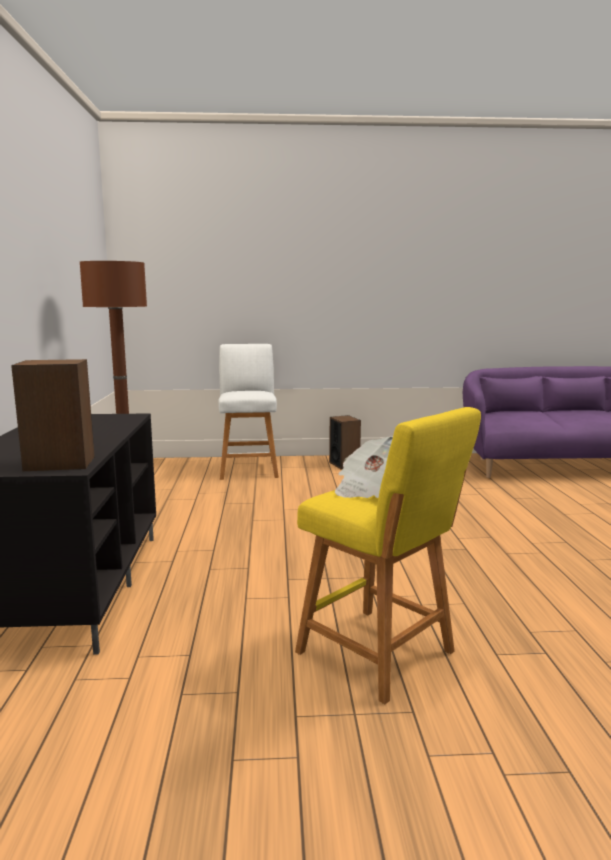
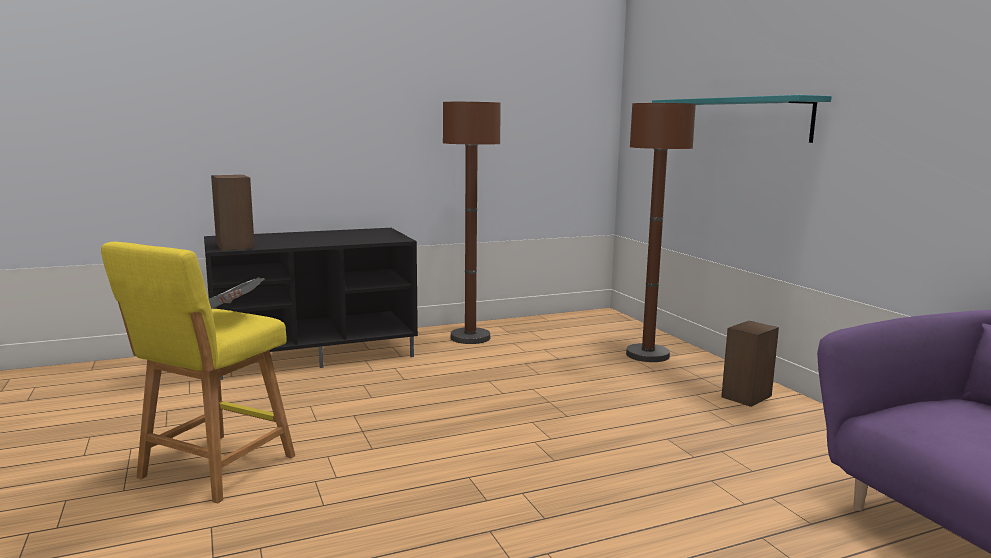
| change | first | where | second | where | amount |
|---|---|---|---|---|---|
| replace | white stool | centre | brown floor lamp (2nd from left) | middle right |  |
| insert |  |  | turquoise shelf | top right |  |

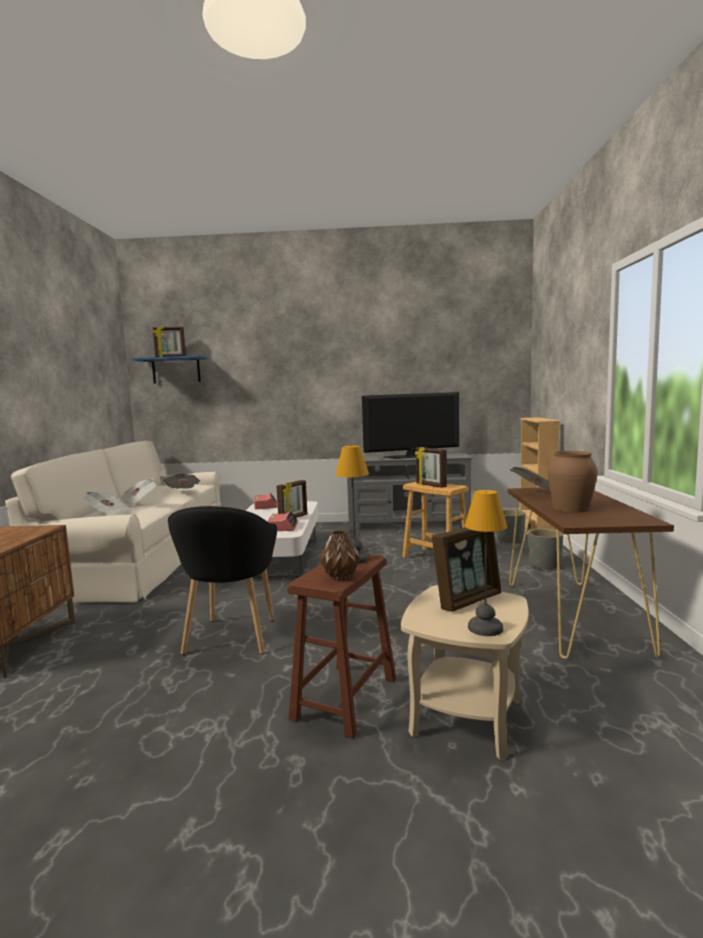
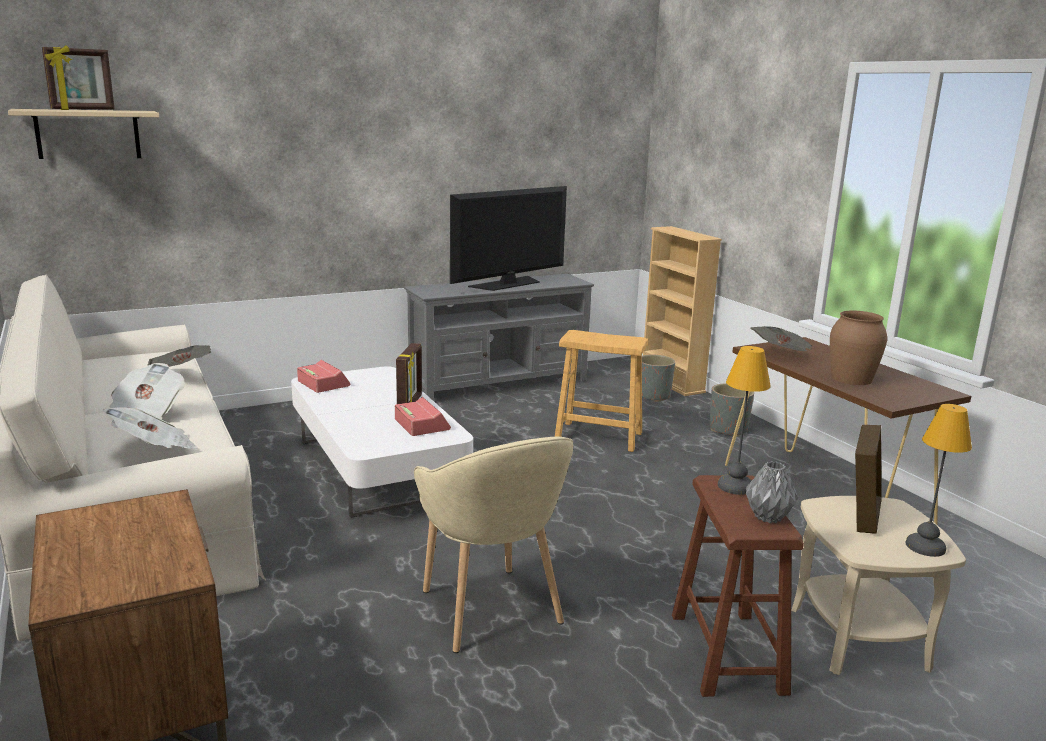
| change | first | where | second | where | amount |
|---|---|---|---|---|---|
| recolor | blue shelf | middle left | beige shelf | top left |  |
| recolor | black armchair | middle left | beige armchair | bottom centre |  |
| recolor | brown vase (1st from left) | centre | grey vase | middle right |  |
| delete | picture frame (3rd from left) | centre |  |  |  |

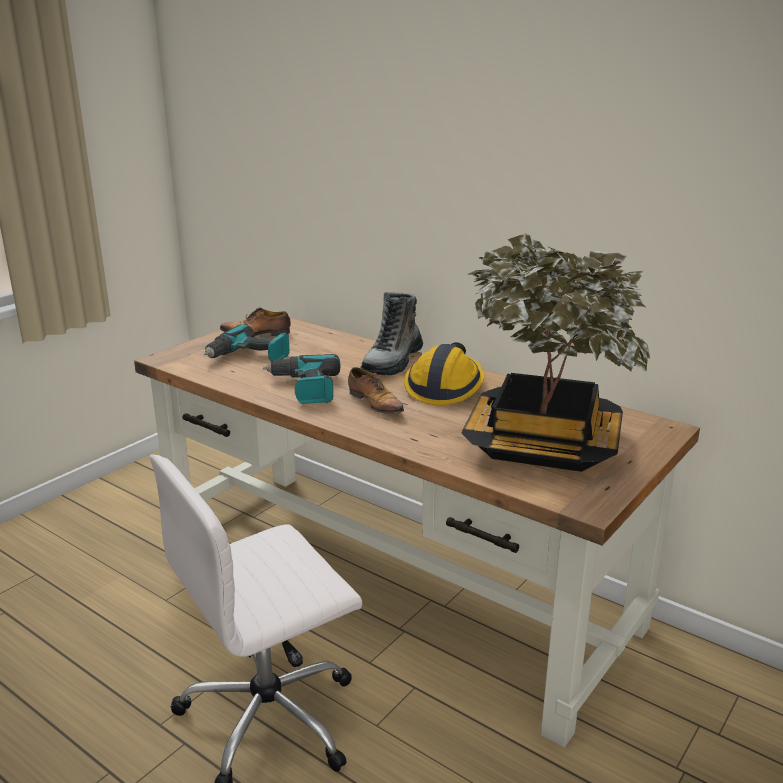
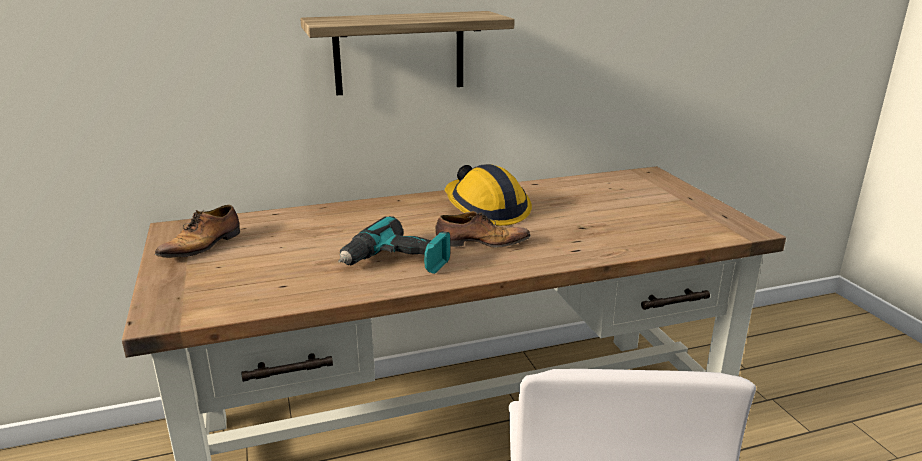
| change | first | where | second | where | amount |
|---|---|---|---|---|---|
| insert |  |  | shelf | top centre |  |
| delete | power drill (1st from left) | middle left |  |  |  |
| delete | boot | centre |  |  |  |
| delete | potted plant | middle right |  |  |  |

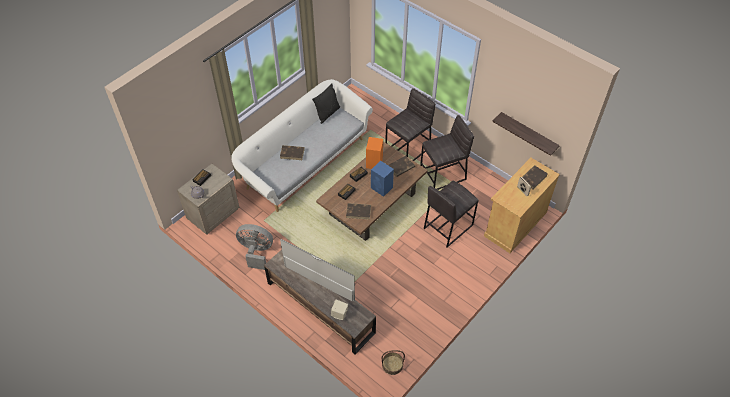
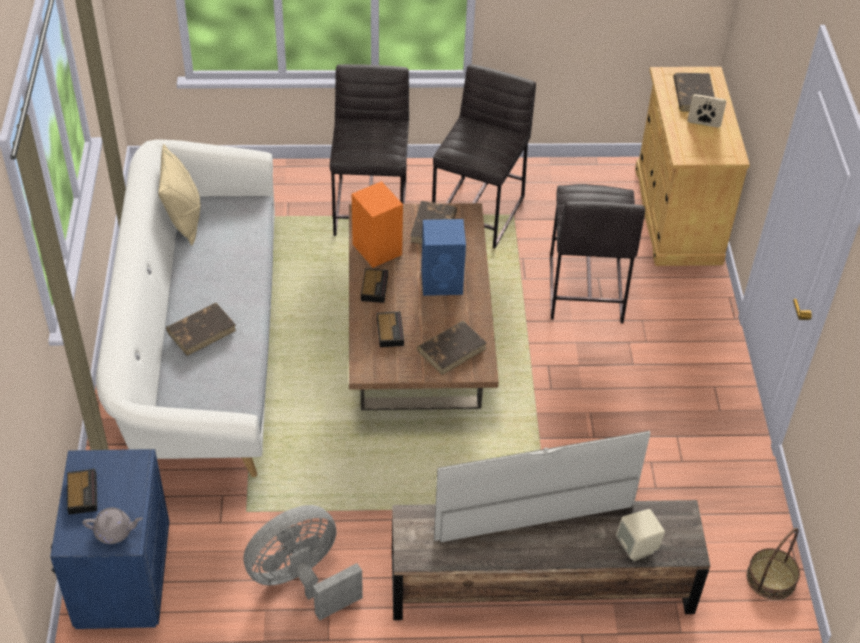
| change | first | where | second | where | amount |
|---|---|---|---|---|---|
| recolor | beige nightstand | middle left | blue nightstand | bottom left |  |
| recolor | black pillow | top centre | beige pillow | top left |  |
| delete | shelf | middle right |  |  |  |

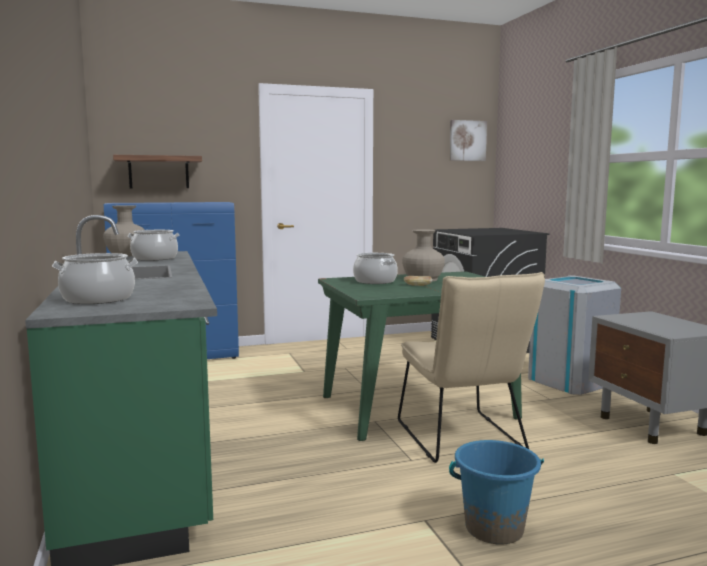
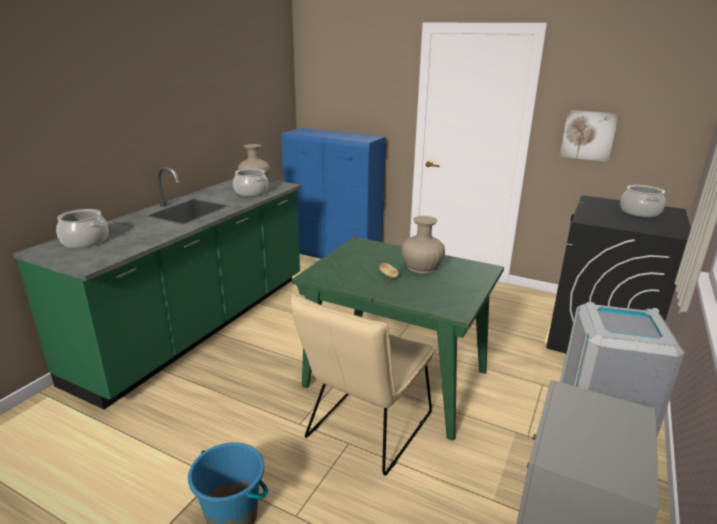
| change | first | where | second | where | amount |
|---|---|---|---|---|---|
| move | picture | top centre |  | top right |  |
| move | cooking pot (3rd from left) | centre |  | middle right |  |
| delete | shelf | top left |  |  |  |

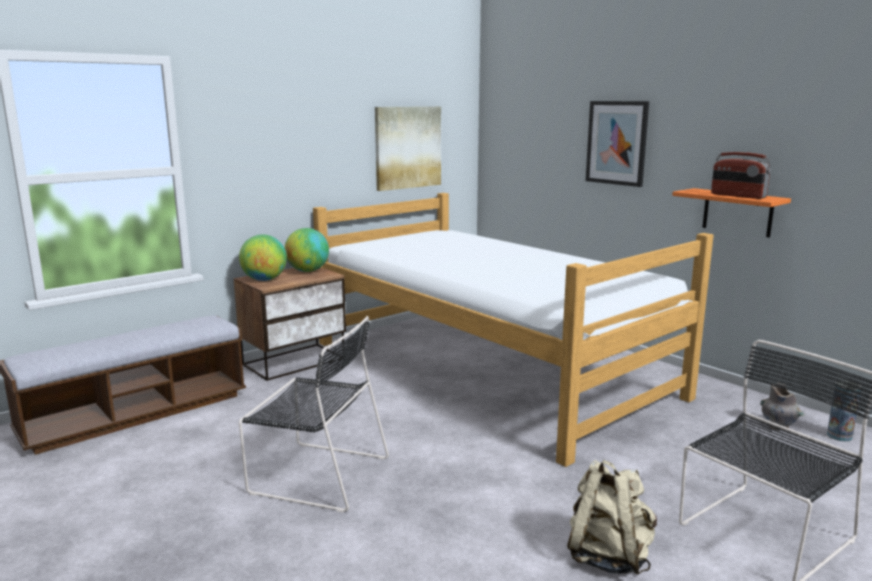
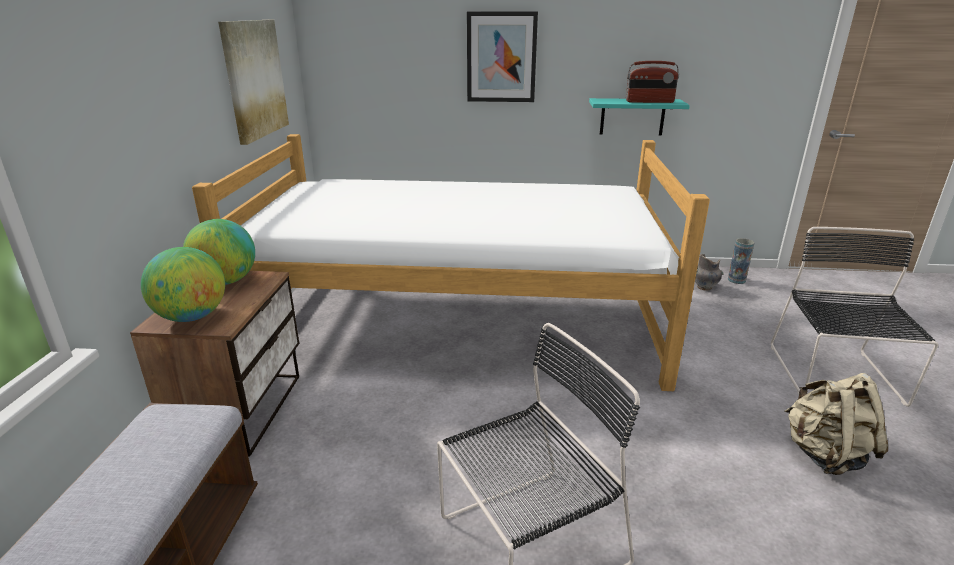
| change | first | where | second | where | amount |
|---|---|---|---|---|---|
| recolor | orange shelf | middle right | turquoise shelf | top right |  |

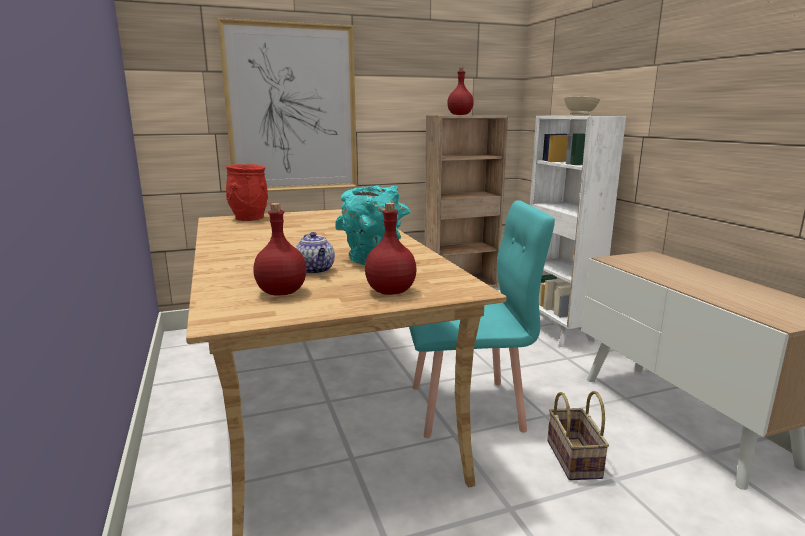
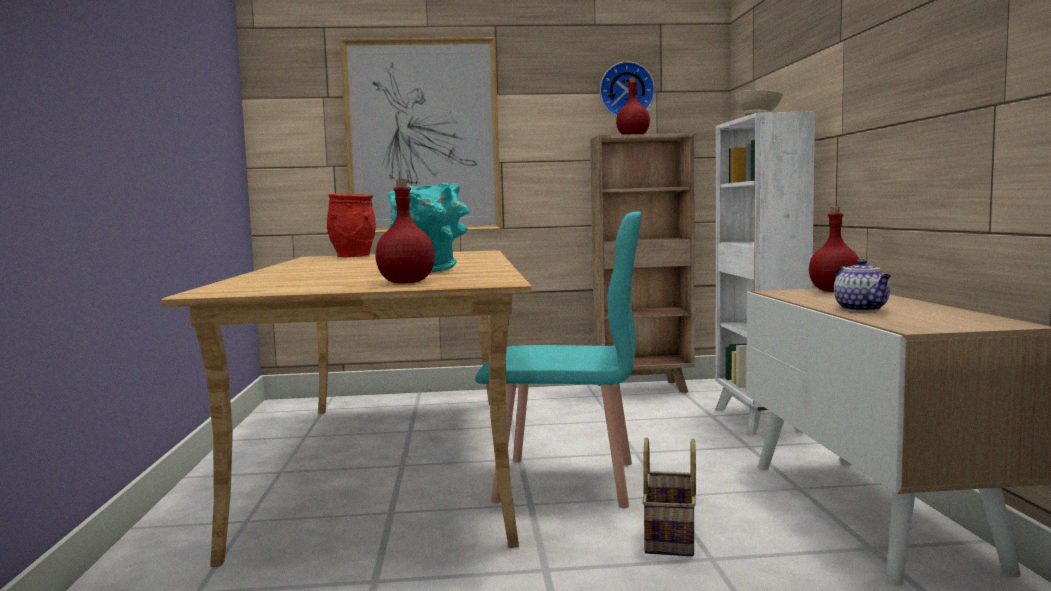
| change | first | where | second | where | amount |
|---|---|---|---|---|---|
| insert |  |  | wall clock | top centre |  |
| move | red bottle (1st from left in the first image) | centre | red bottle (3rd from left) | middle right |  |
| move | teapot | centre |  | middle right |  |

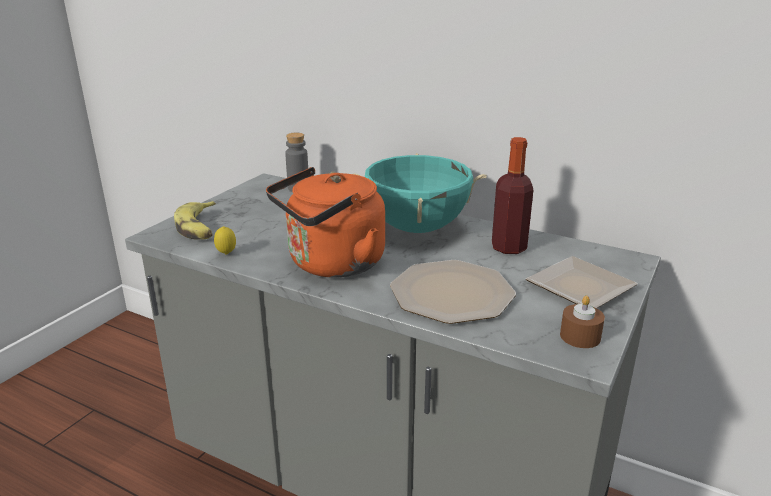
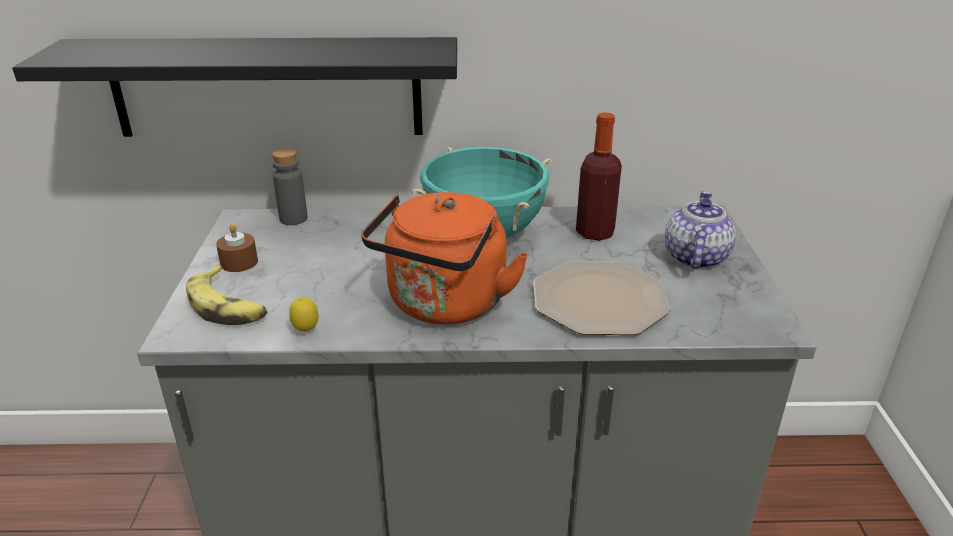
| change | first | where | second | where | amount |
|---|---|---|---|---|---|
| insert |  |  | black shelf | top left |  |
| move | brown candle | middle right |  | middle left |  |
| replace | plate (2nd from left) | middle right | teapot | middle right |  |

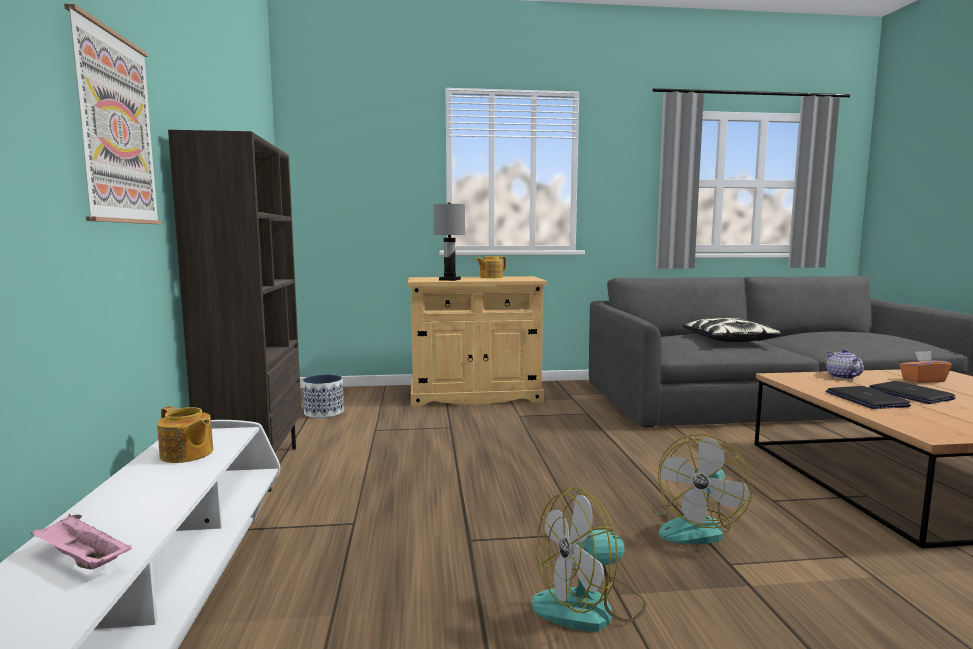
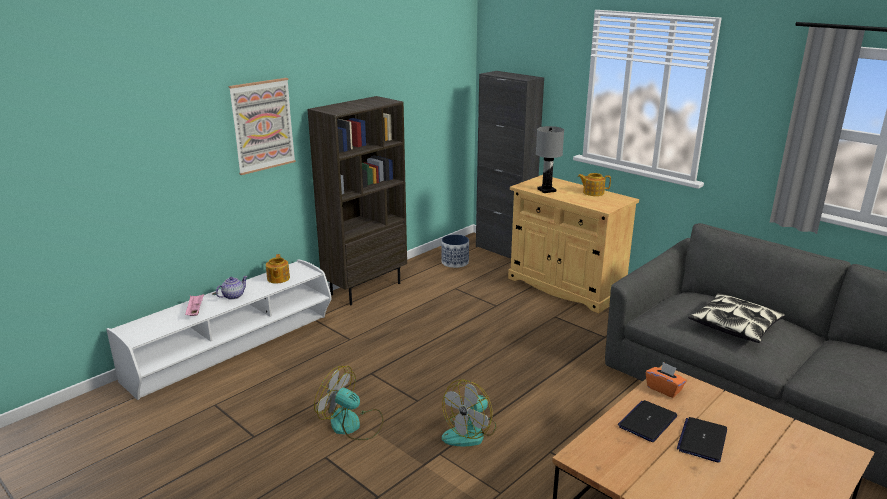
| change | first | where | second | where | amount |
|---|---|---|---|---|---|
| move | teapot (3rd from left in the first image) | middle right | teapot (1st from left) | middle left |  |
| rotate | fan (2nd from left) | bottom right |  | bottom centre | 45 degrees counterclockwise |
| insert |  |  | black cabinet | top centre |  |
| move | orange tissue box | middle right |  | bottom right |  |

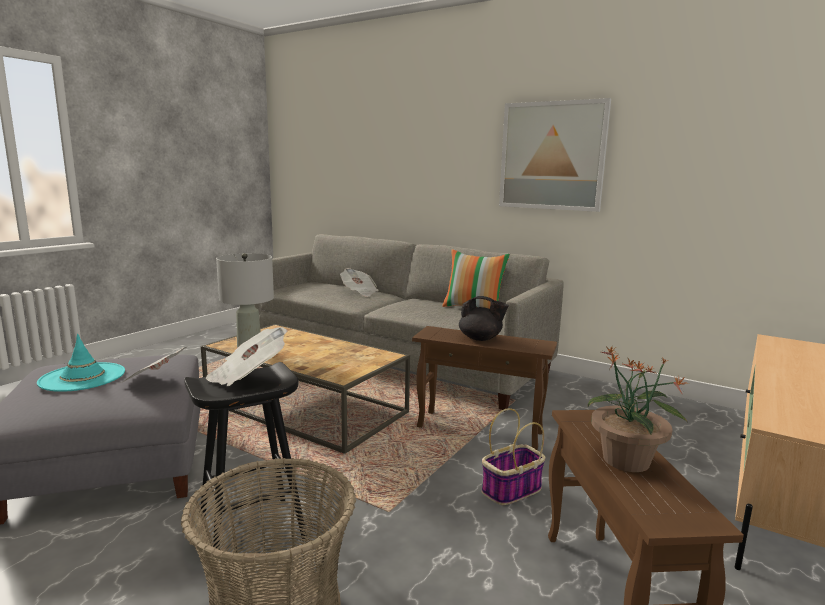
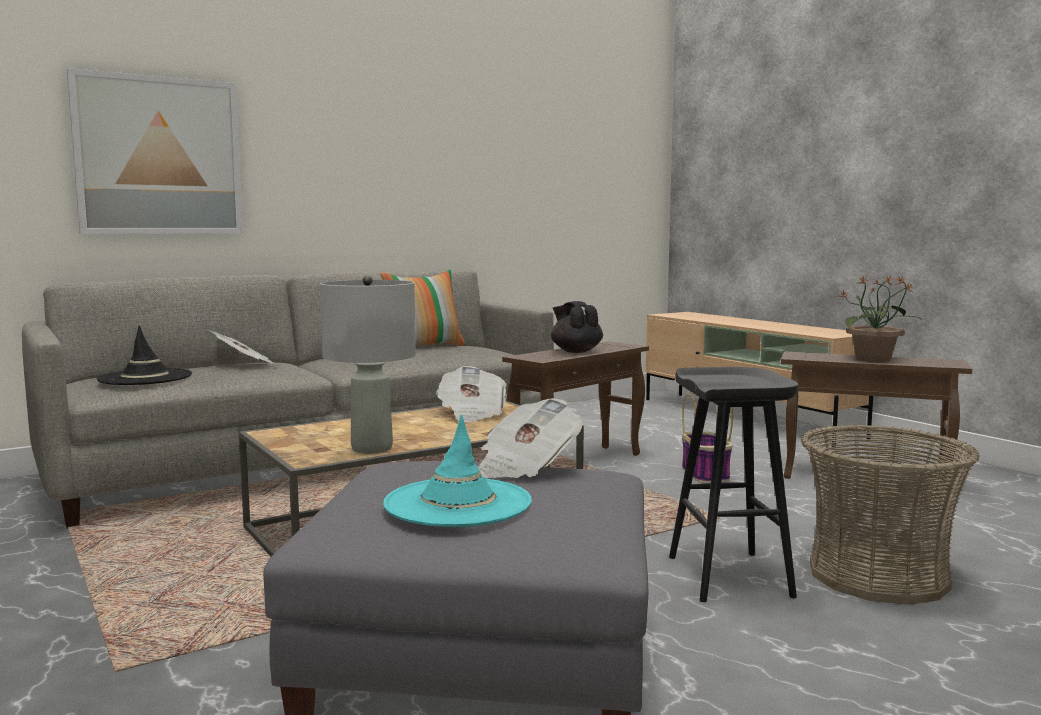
| change | first | where | second | where | amount |
|---|---|---|---|---|---|
| move | picture | top right |  | top left |  |
| insert |  |  | black hat | middle left |  |
| move | newspaper (2nd from left) | middle left |  | centre |  |
| rotate | black teapot | centre |  | centre | 75 degrees counterclockwise |

